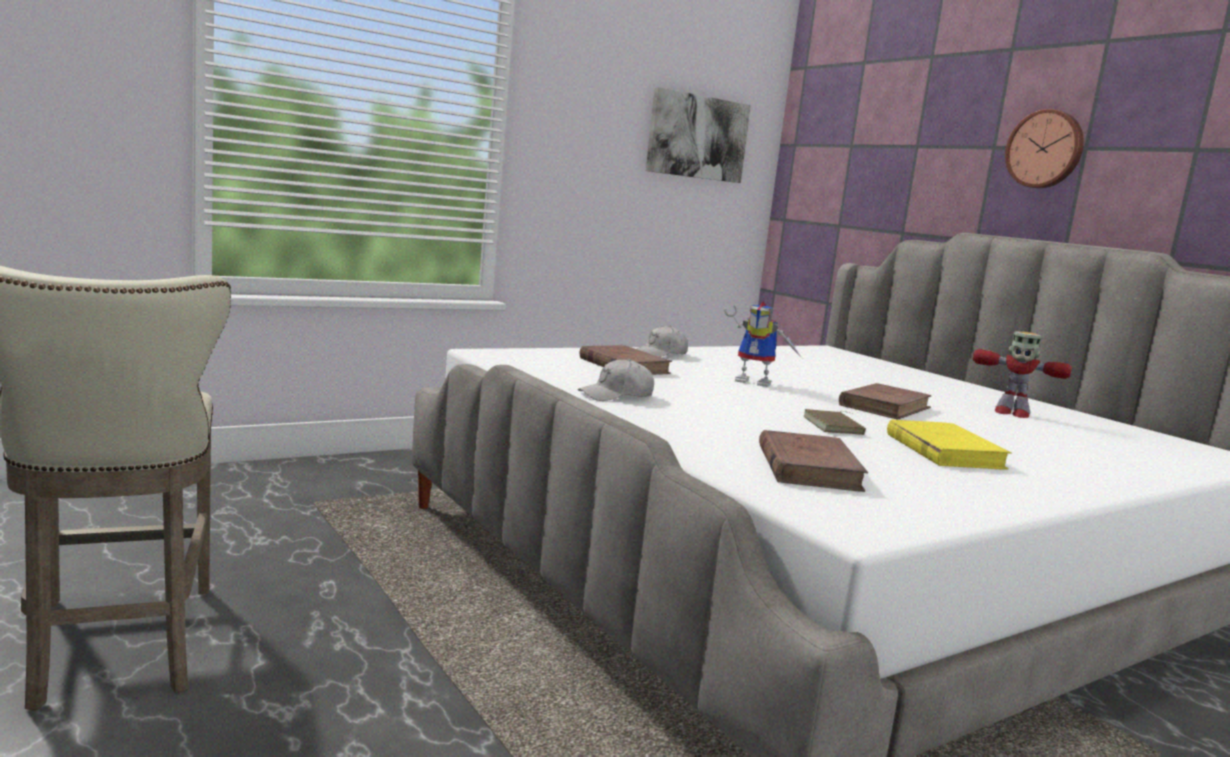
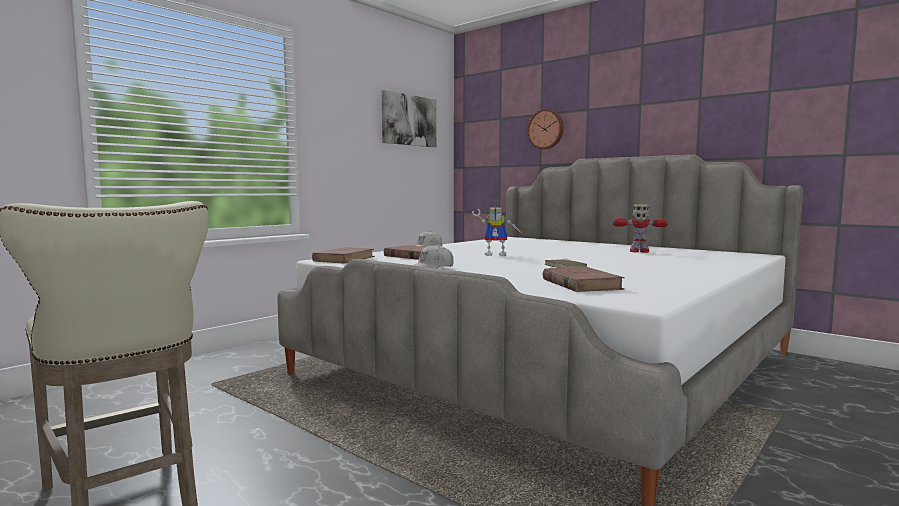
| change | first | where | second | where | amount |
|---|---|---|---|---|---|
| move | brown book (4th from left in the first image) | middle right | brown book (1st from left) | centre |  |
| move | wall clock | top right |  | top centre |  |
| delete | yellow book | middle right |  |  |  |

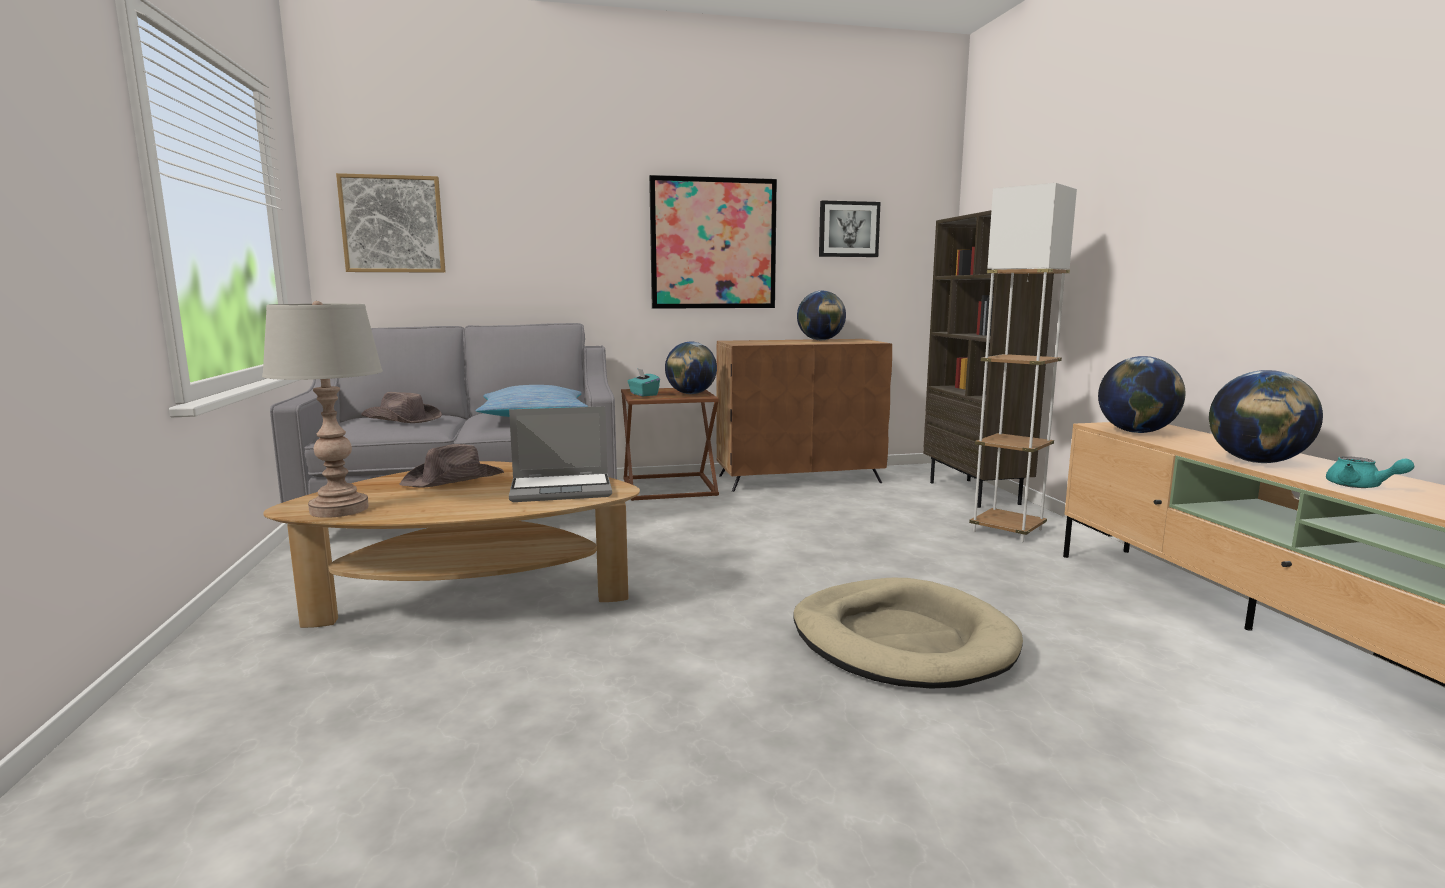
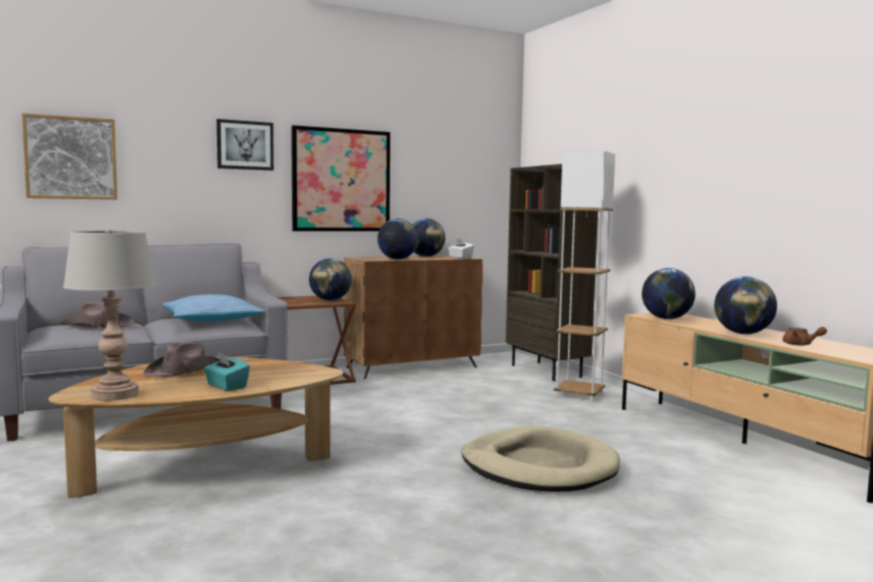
| change | first | where | second | where | amount |
|---|---|---|---|---|---|
| move | turquoise tissue box | centre |  | middle left |  |
| move | picture (3rd from left in the first image) | top centre | picture (2nd from left) | top left |  |
| insert |  |  | globe (2nd from left) | centre |  |
| insert |  |  | white tissue box | centre |  |
| recolor | turquoise teapot | middle right | brown teapot | middle right |  |
| delete | laptop | centre |  |  |  |

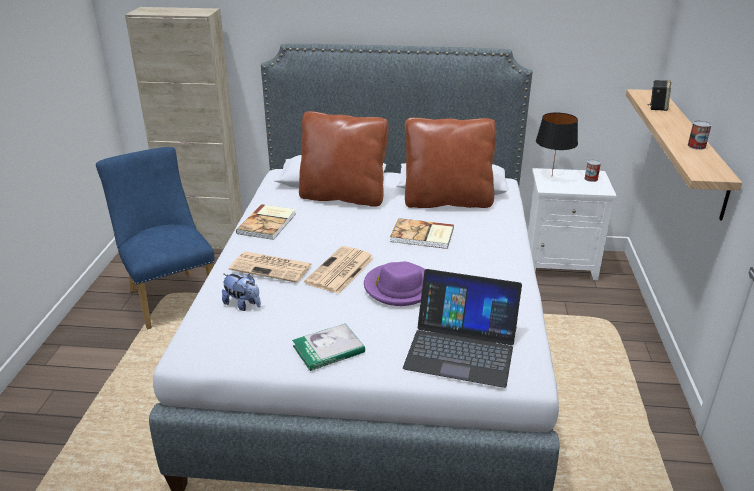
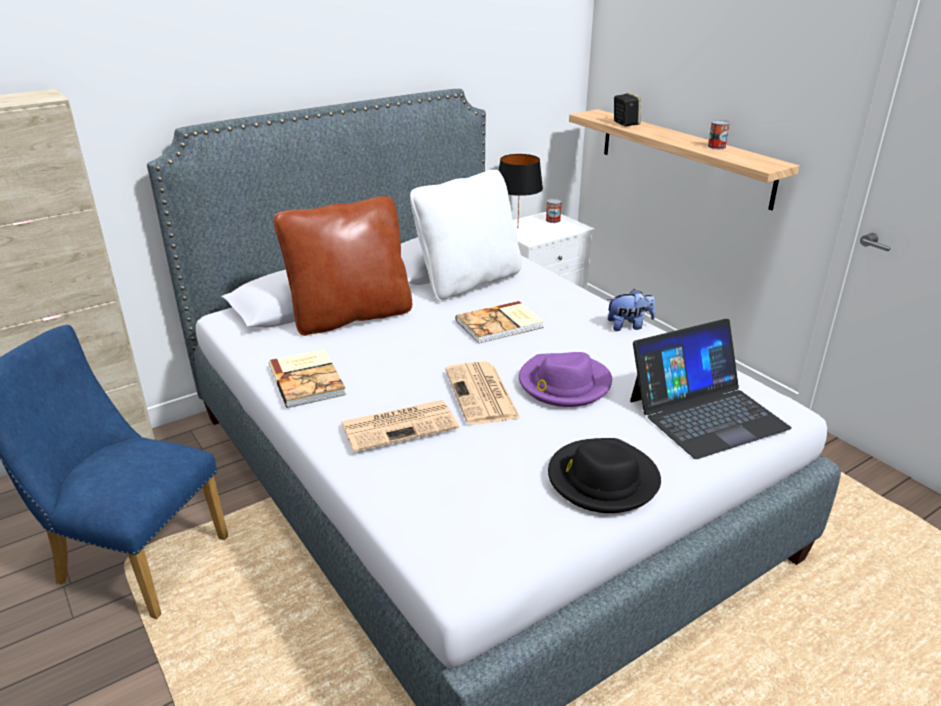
| change | first | where | second | where | amount |
|---|---|---|---|---|---|
| recolor | brown pillow (2nd from left) | top centre | white pillow | centre |  |
| replace | book (2nd from left) | bottom centre | black hat | bottom centre |  |
| move | plush toy | middle left |  | middle right |  |

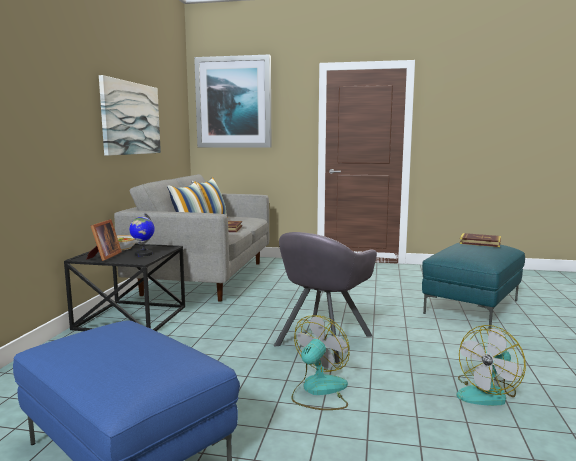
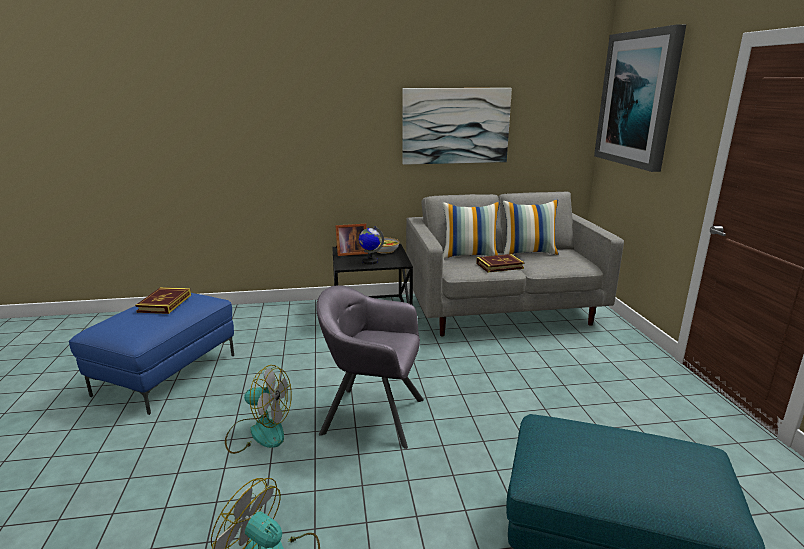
| change | first | where | second | where | amount |
|---|---|---|---|---|---|
| move | book (2nd from left in the first image) | middle right | book (1st from left) | middle left |  |

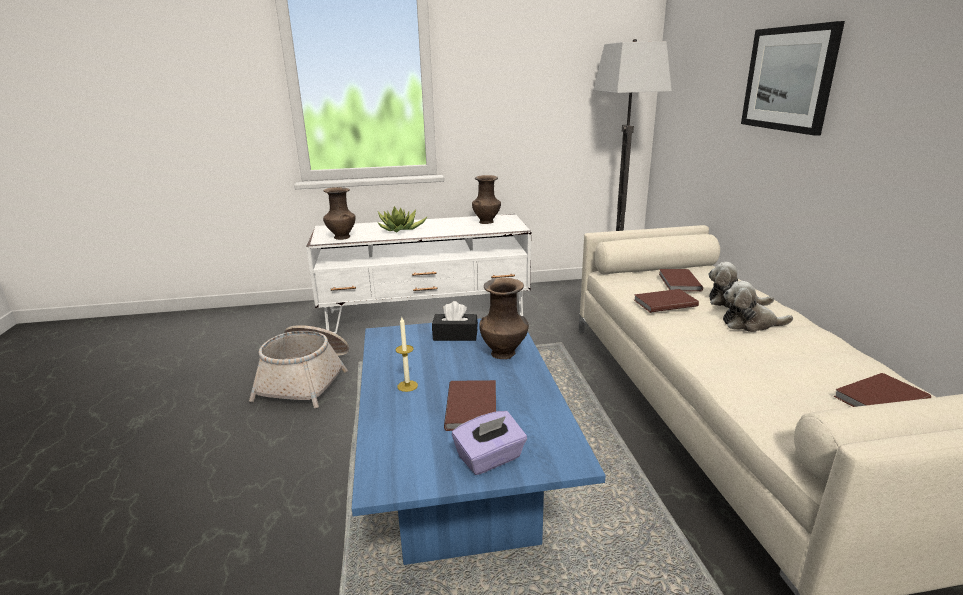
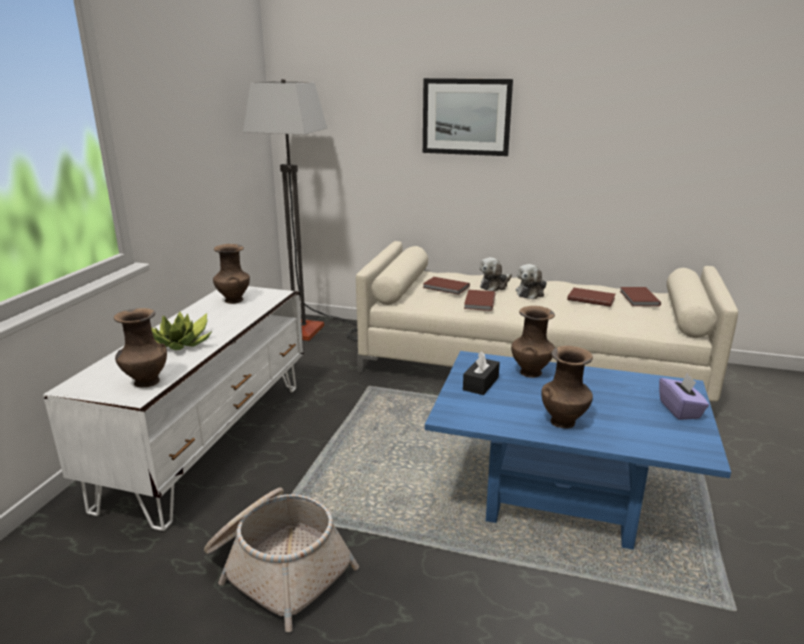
| change | first | where | second | where | amount |
|---|---|---|---|---|---|
| replace | candle | centre | brown vase (4th from left) | middle right |  |
| move | brown book (1st from left in the first image) | bottom centre | brown book (3rd from left) | middle right |  |

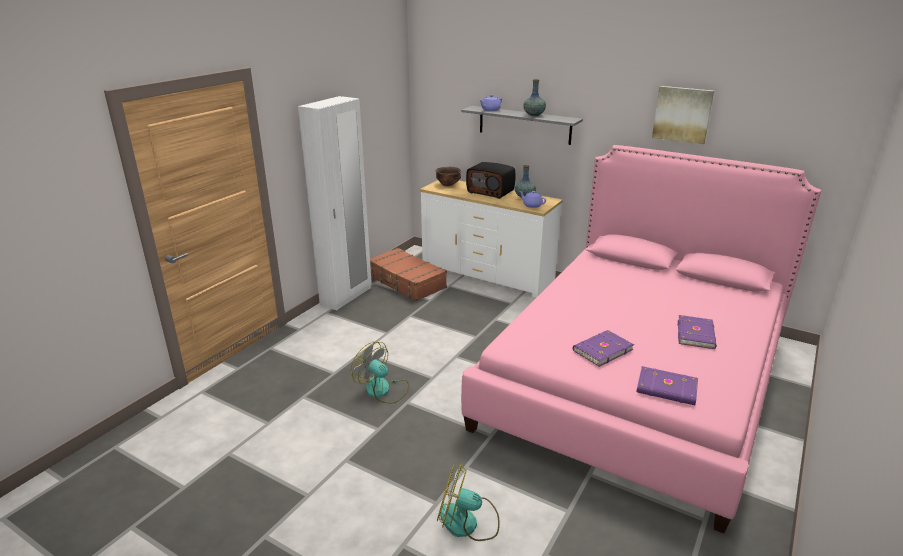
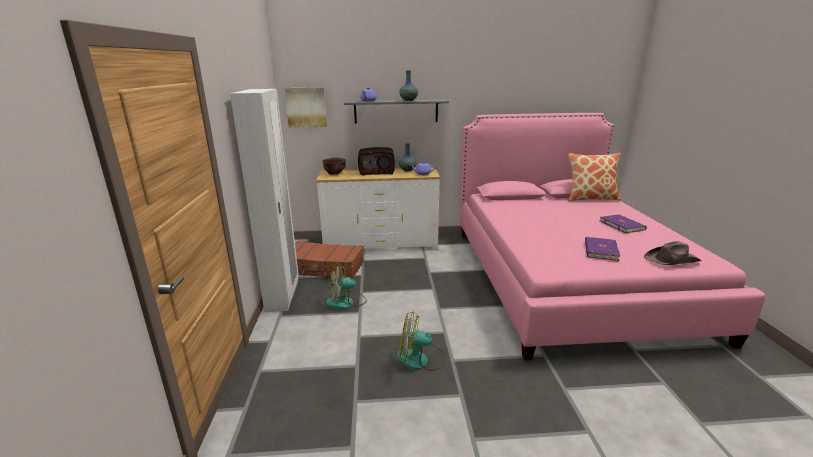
| change | first | where | second | where | amount |
|---|---|---|---|---|---|
| move | picture | top right |  | top centre |  |
| move | fan (2nd from left in the first image) | bottom centre | fan (1st from left) | centre |  |
| insert |  |  | pillow | middle right |  |
| replace | purple book (2nd from left) | bottom right | brown hat | middle right |  |

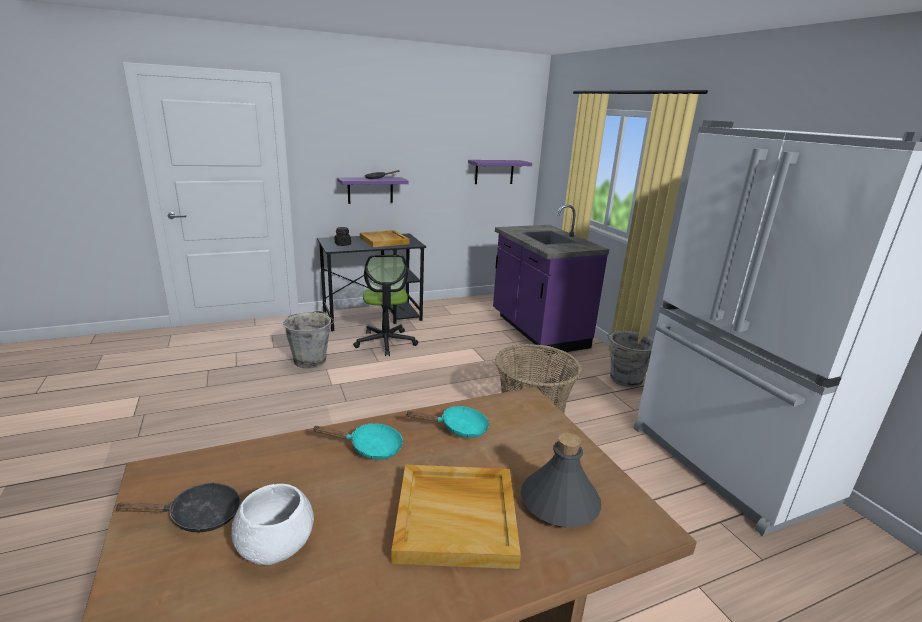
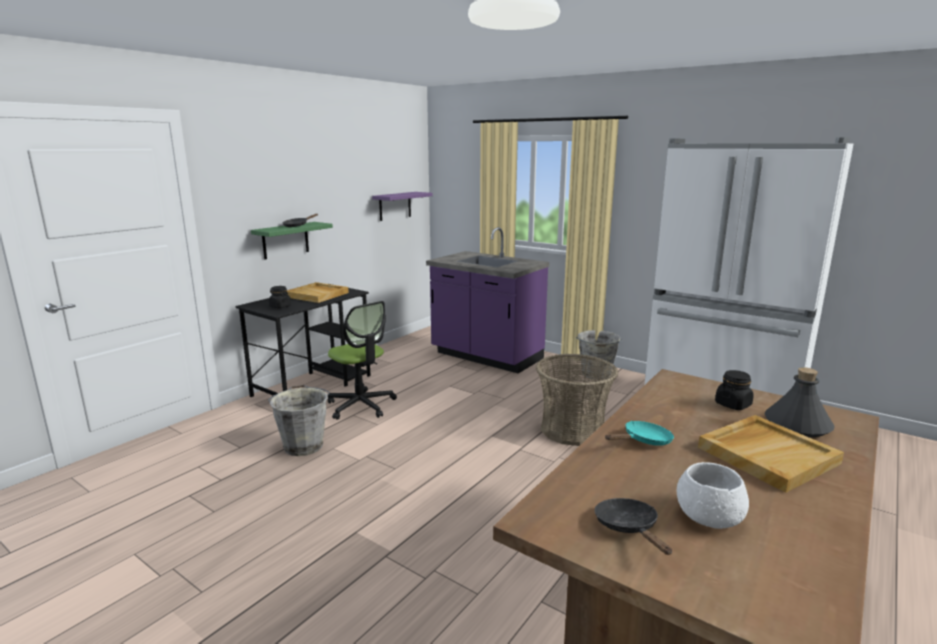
| change | first | where | second | where | amount |
|---|---|---|---|---|---|
| recolor | purple shelf (1st from left) | top centre | green shelf | middle left |  |
| rotate | black frying pan (1st from left in the first image) | bottom left | black frying pan (2nd from left) | bottom right | 60 degrees counterclockwise |
| insert |  |  | black jar (2nd from left) | middle right |  |
| delete | turquoise frying pan (2nd from left) | bottom centre |  |  |  |

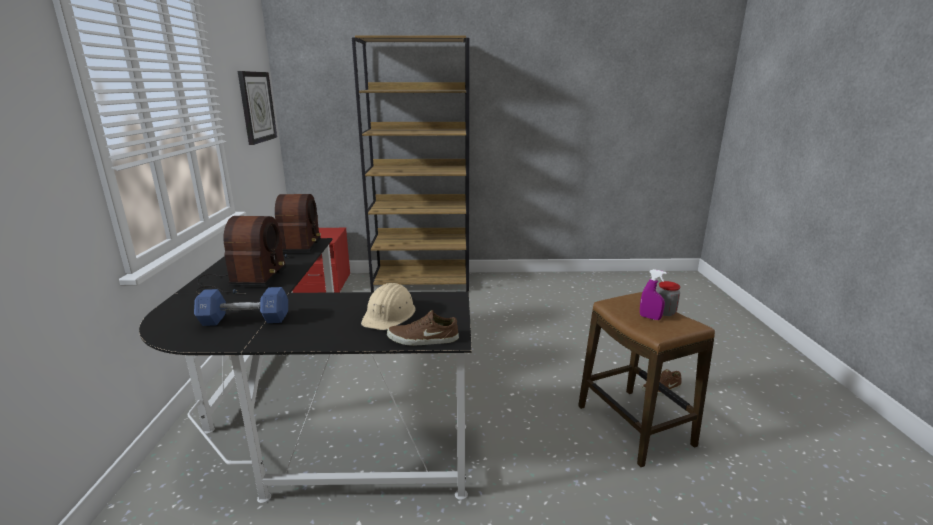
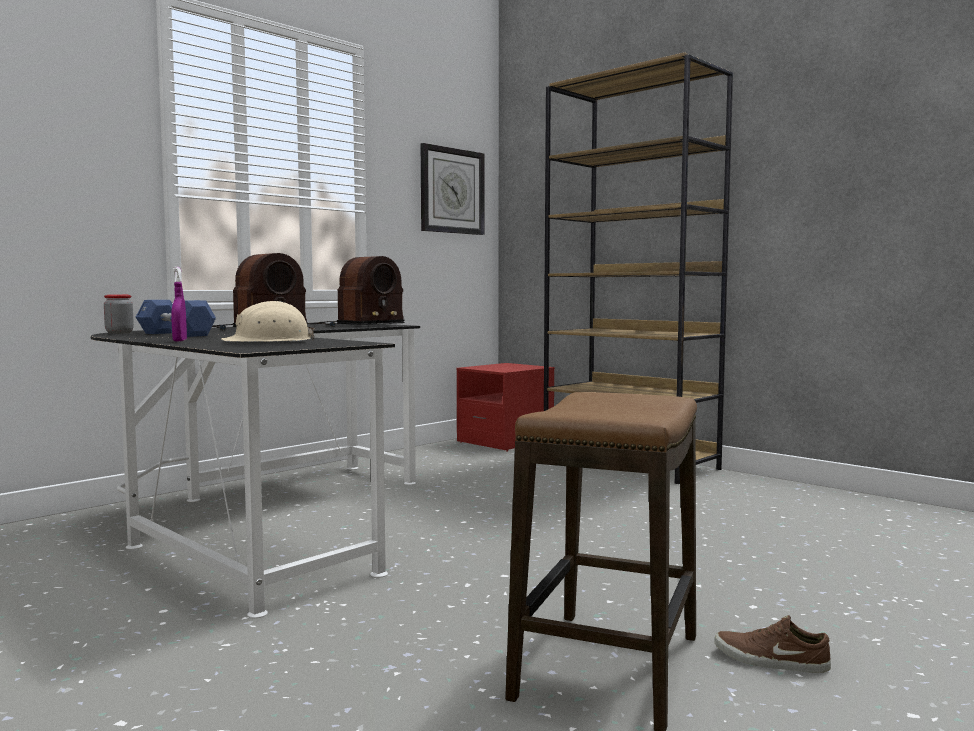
| change | first | where | second | where | amount |
|---|---|---|---|---|---|
| move | jar | middle right |  | middle left |  |
| move | purple spray bottle | middle right |  | middle left |  |
| delete | brown shoe (1st from left) | centre |  |  |  |

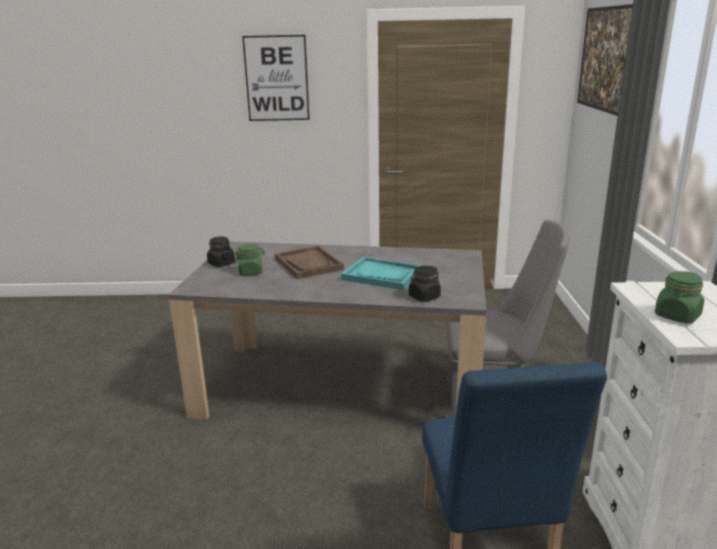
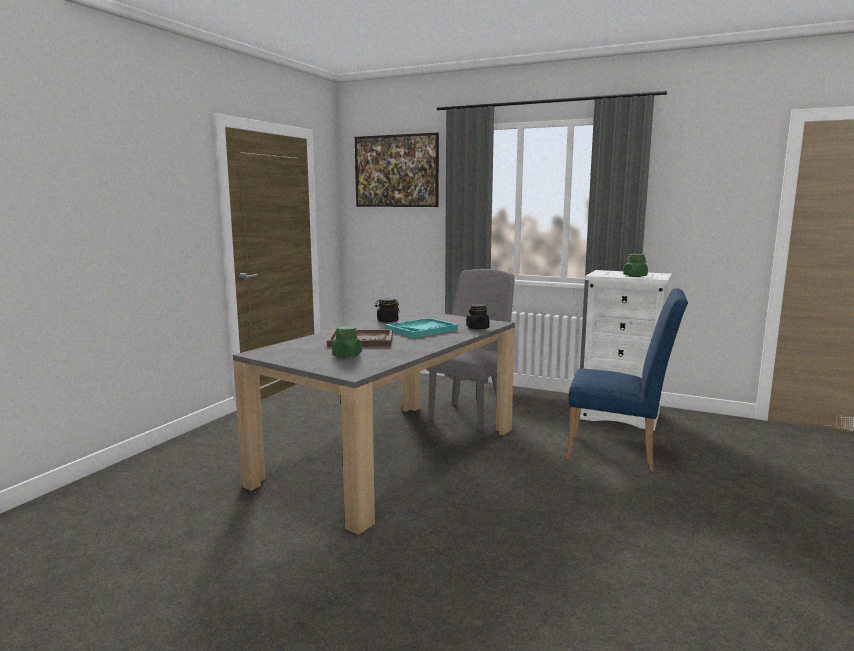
| change | first | where | second | where | amount |
|---|---|---|---|---|---|
| move | black jar (1st from left) | middle left |  | centre |  |
| delete | picture (1st from left) | top centre |  |  |  |

